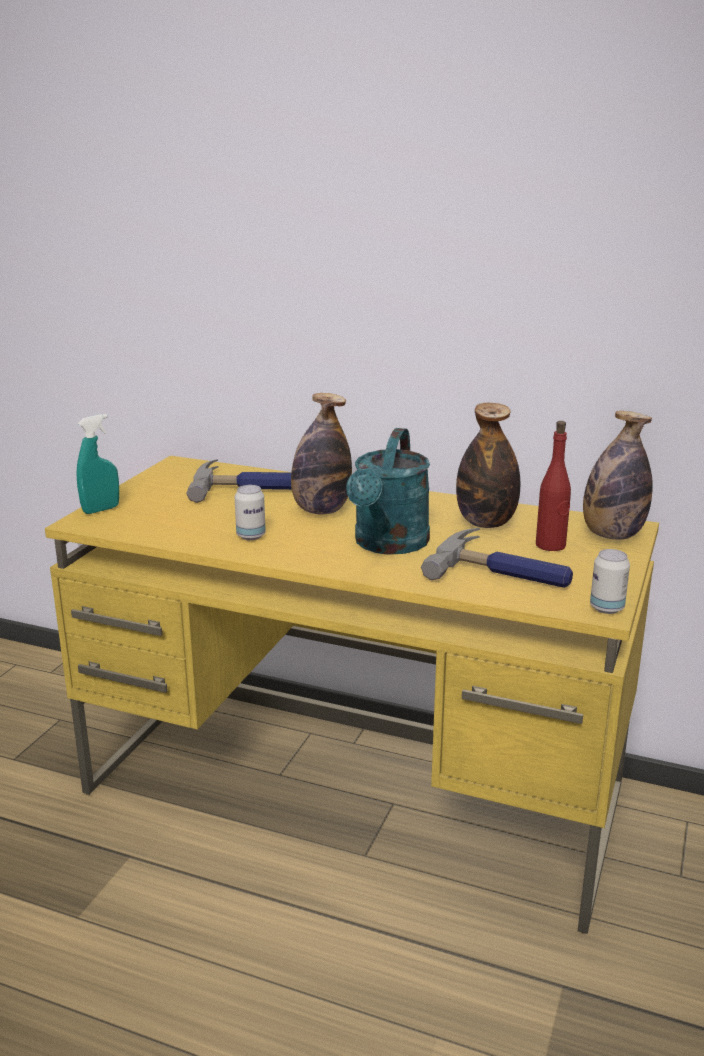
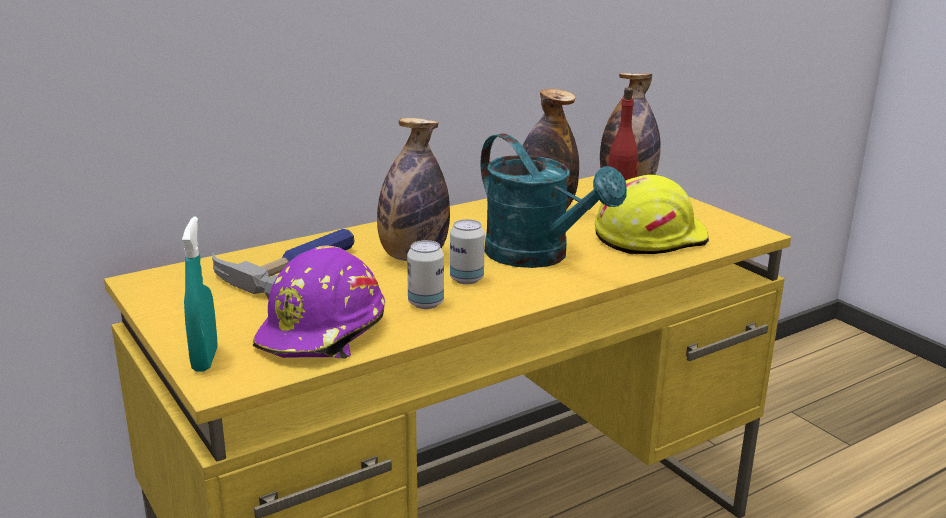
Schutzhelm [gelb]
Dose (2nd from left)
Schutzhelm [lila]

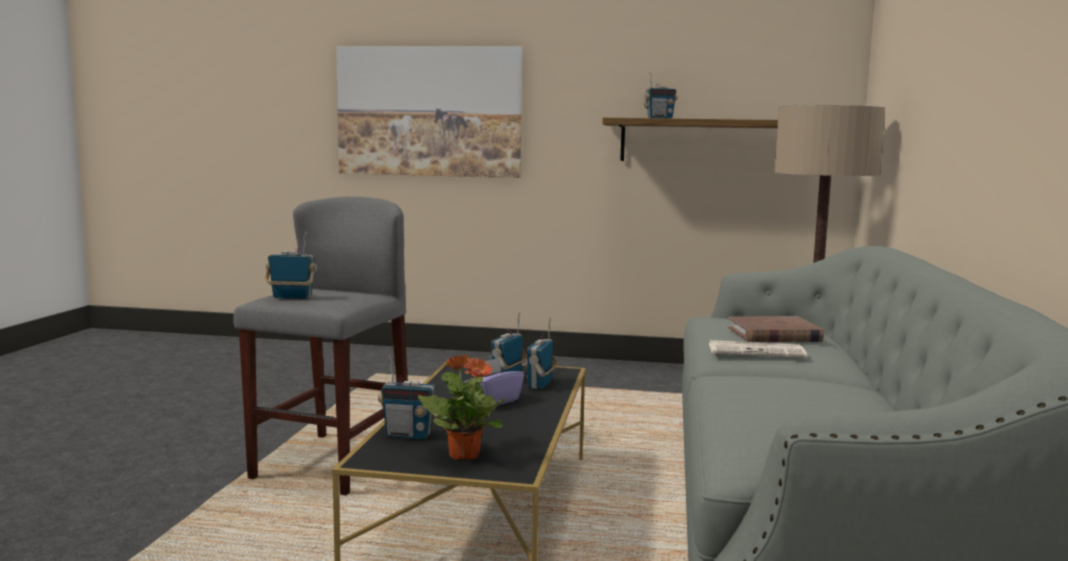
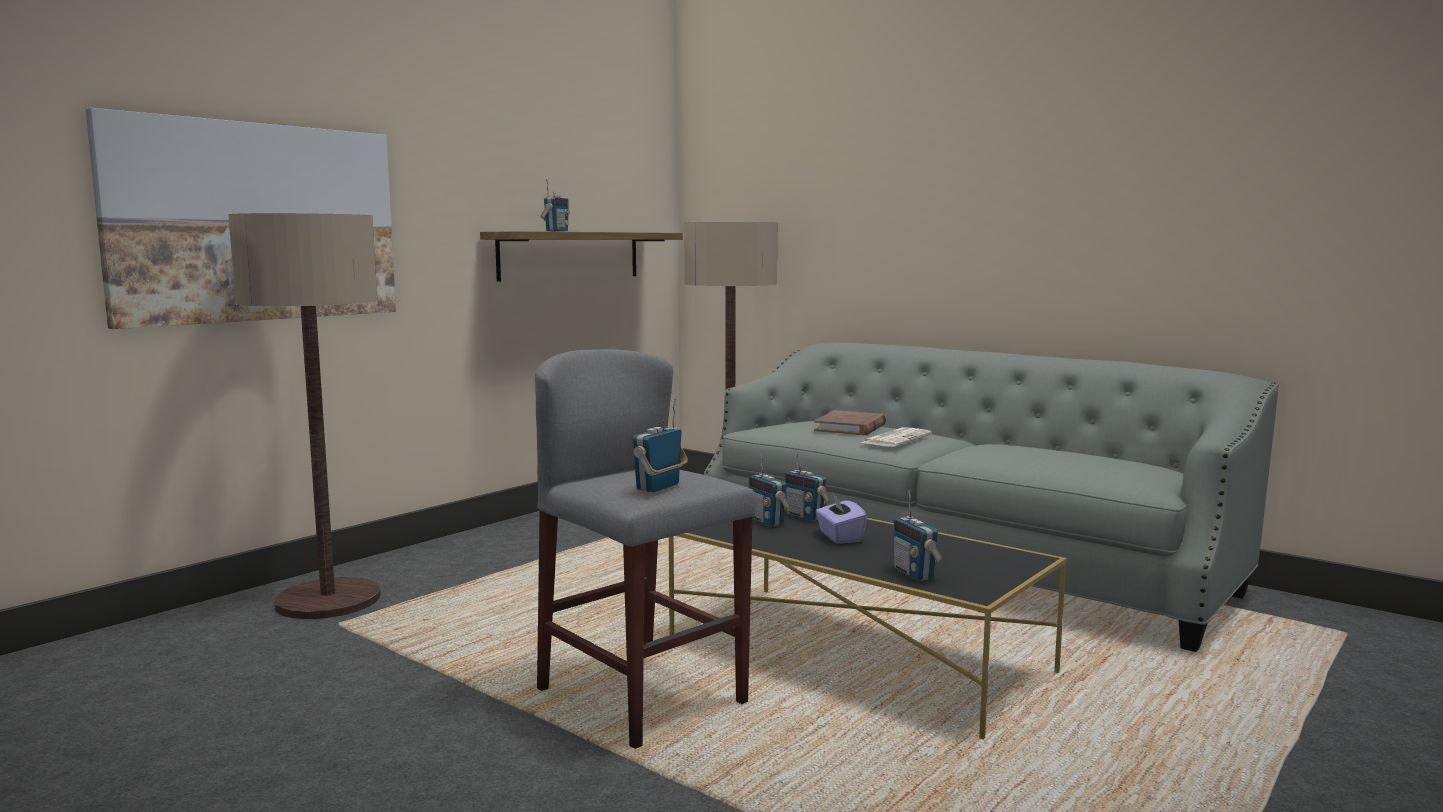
Topfpflanze
Radio (5th from left)
Stehlampe (1st from left)

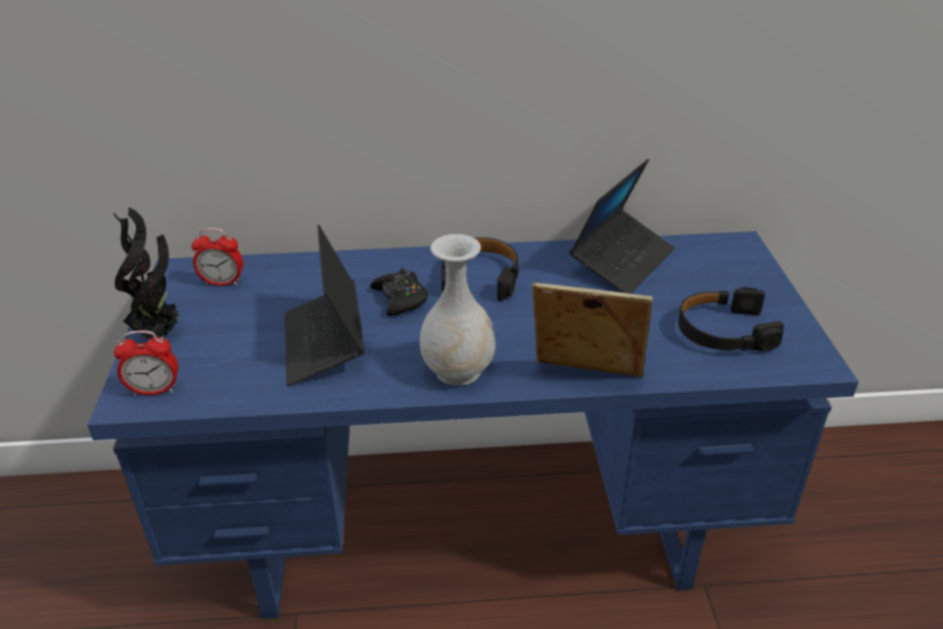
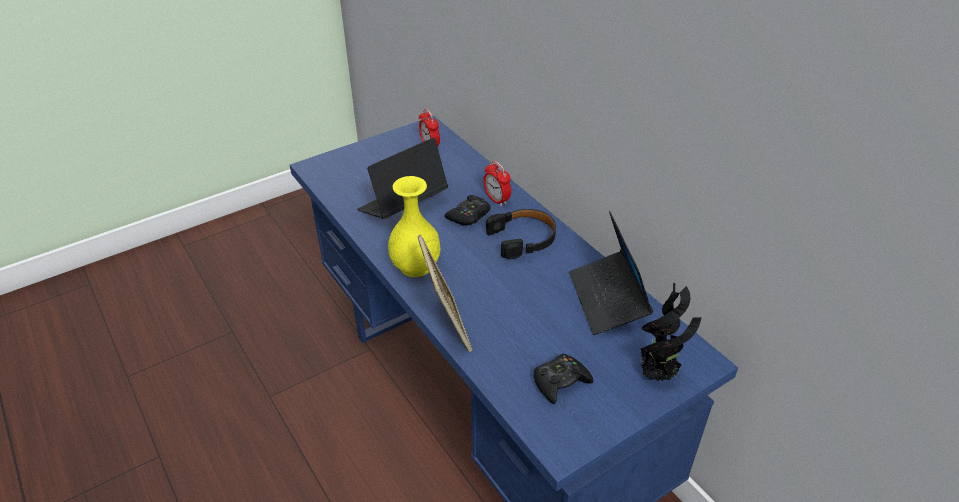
Laptop (2nd from left)
Topfpflanze
Vase [gelb]
Gamepad [schwarz] (2nd from left)
Wecker (2nd from left)

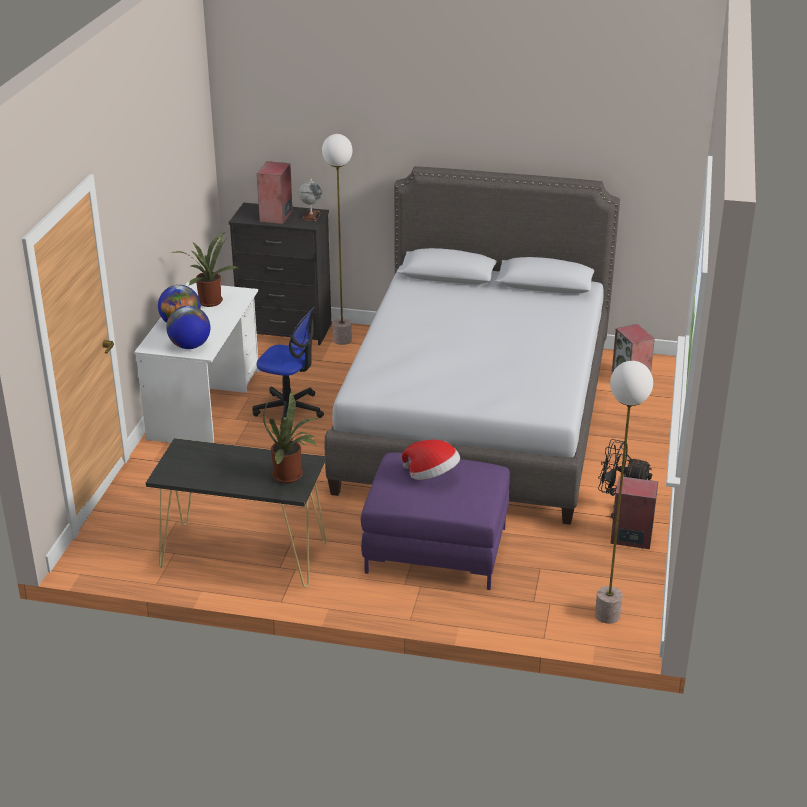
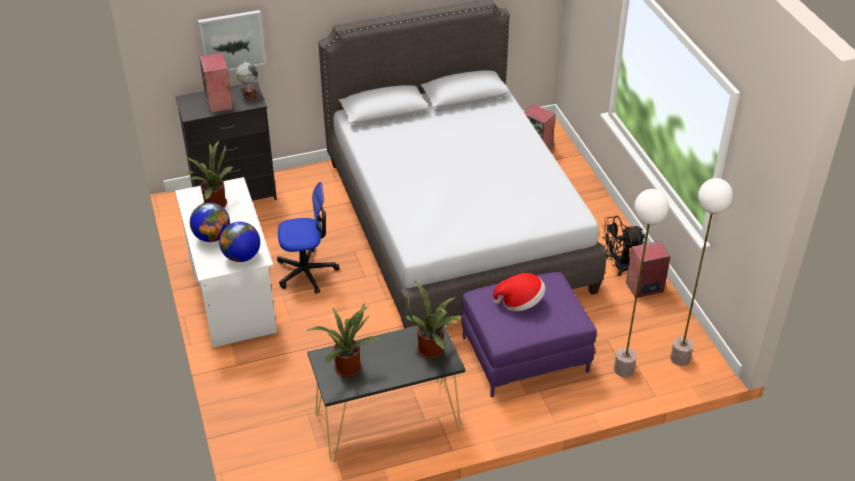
Stehlampe (1st from left)
Bild
Topfpflanze (2nd from left)

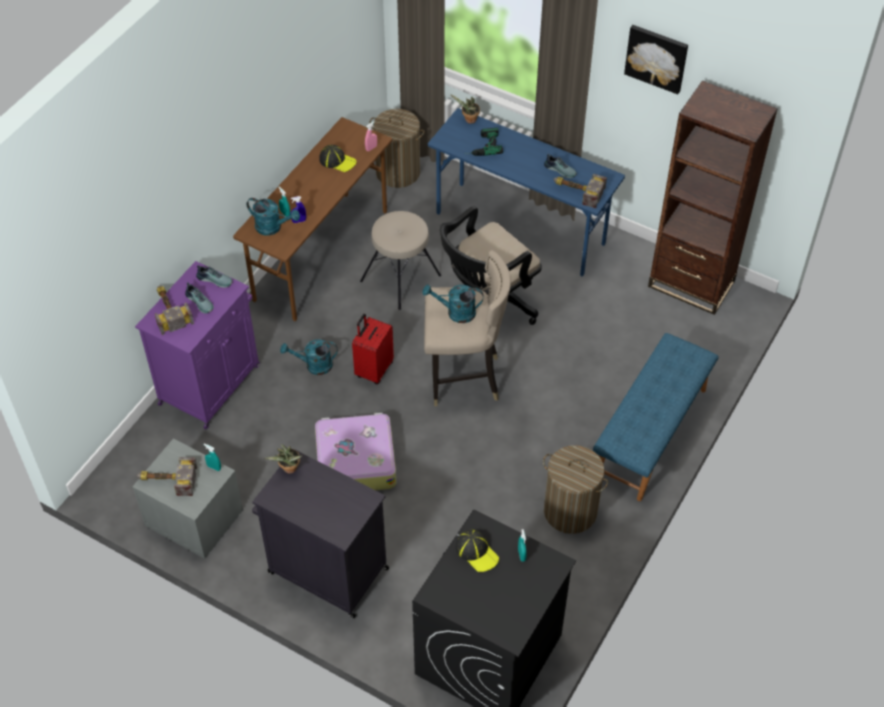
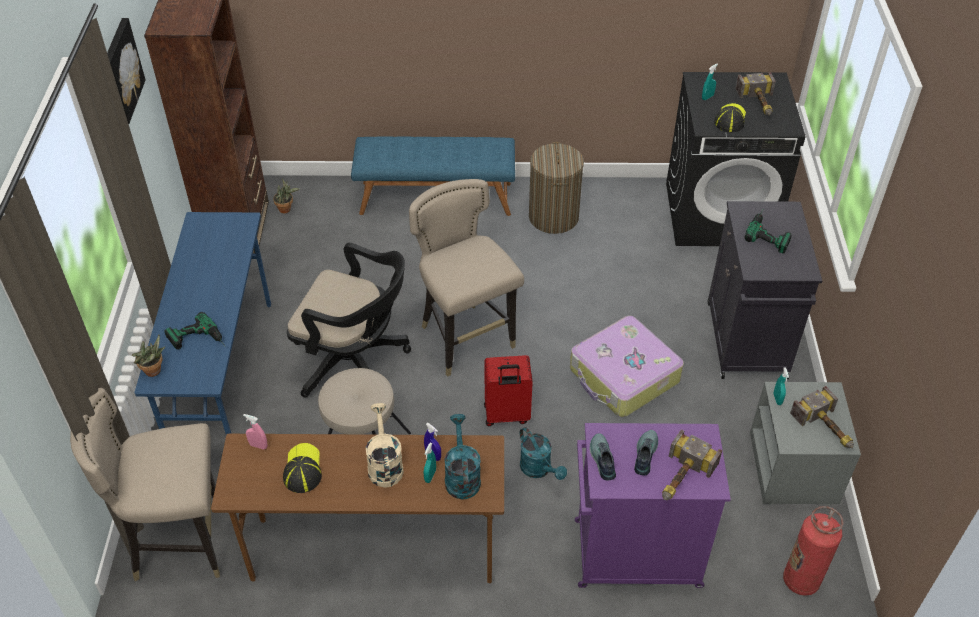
Hocker [beige] (1st from left)
Schuh (3rd from left in the first image)
Hammer (2nd from left)
Gießkanne [türkis] (3rd from left in the first image)
Topfpflanze (2nd from left)
Bohrmaschine (2nd from left)
Gießkanne [beige]
Feuerlöscher

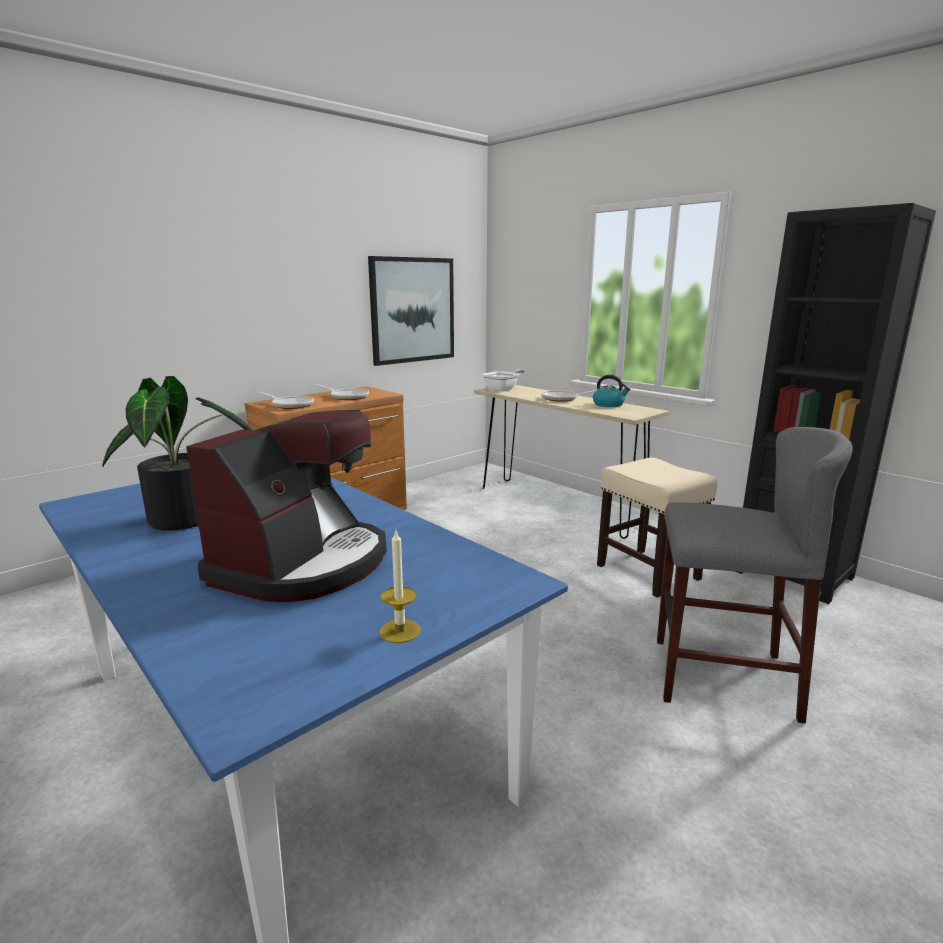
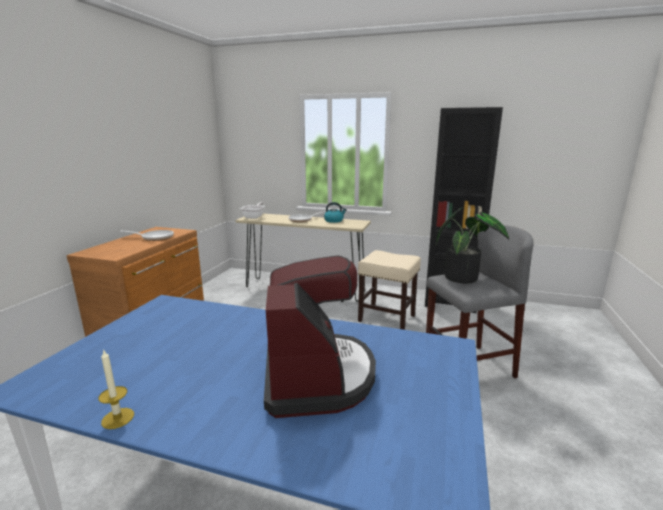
Bild
Topfpflanze
Pfanne (1st from left in the first image)
Kerze

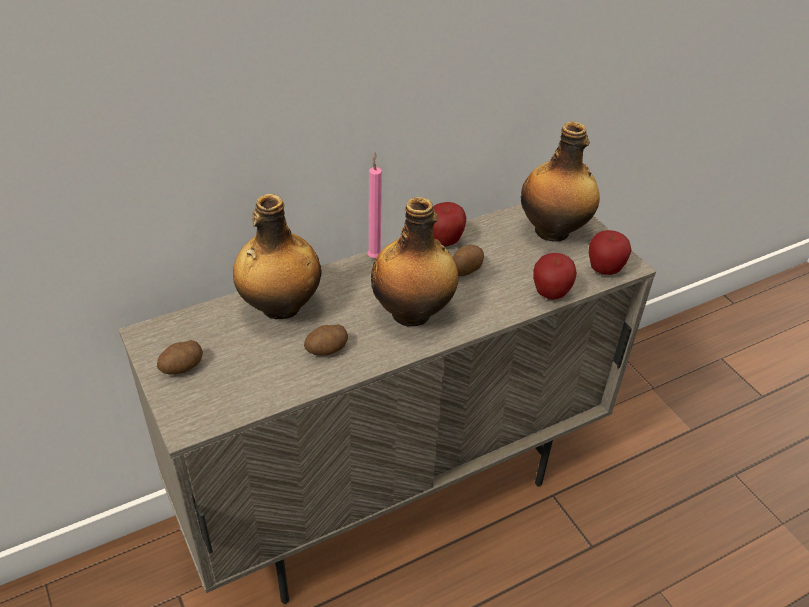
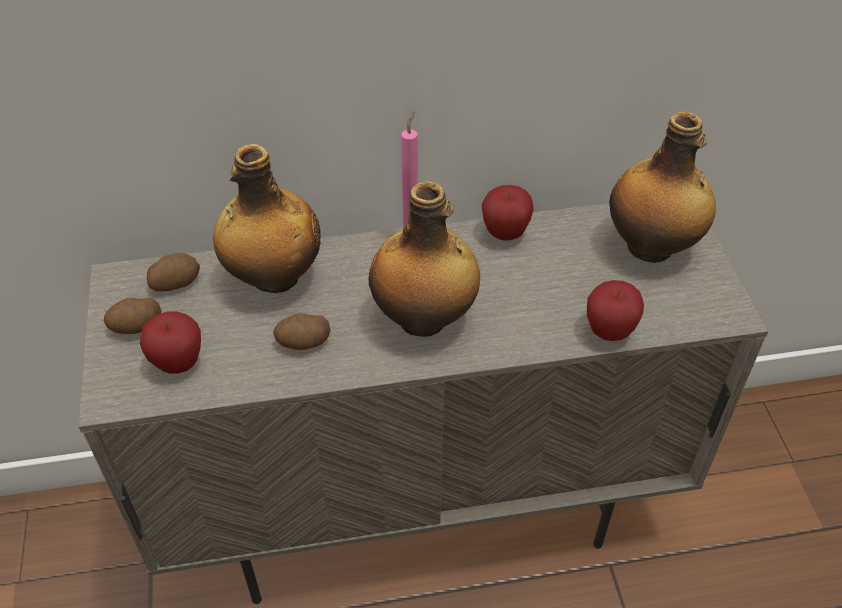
Apfel (1st from left)
Kartoffel (2nd from left)

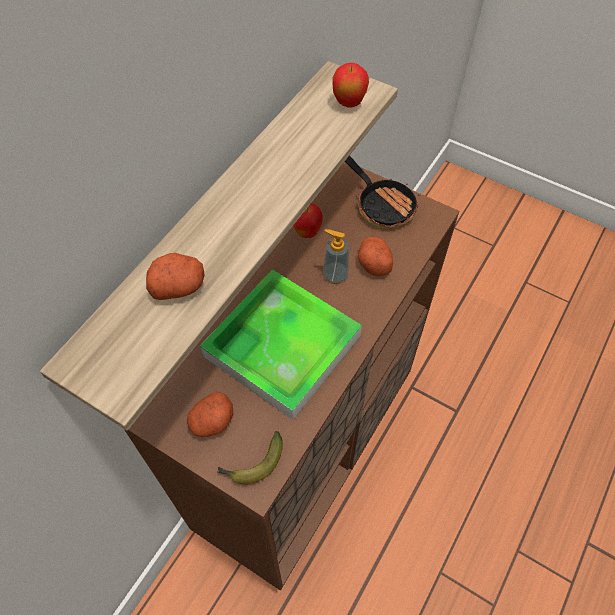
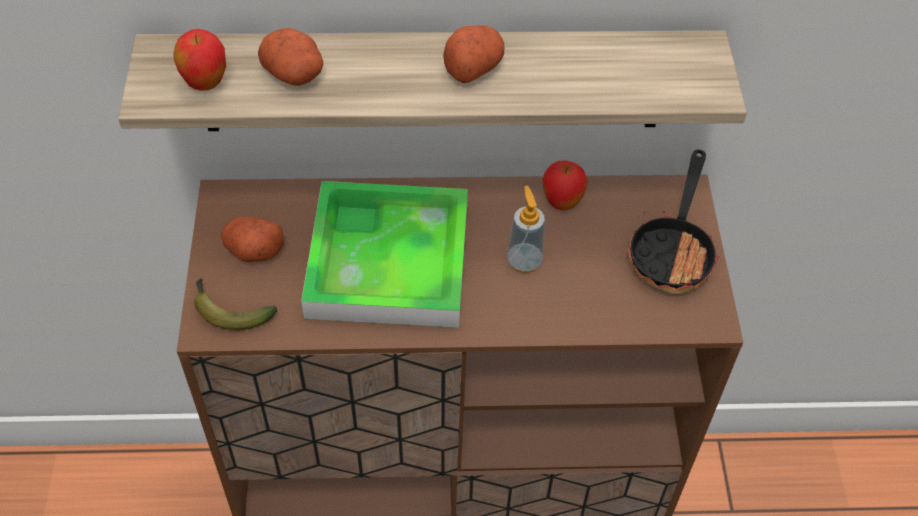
Apfel (1st from left)
Kartoffel (3rd from left)

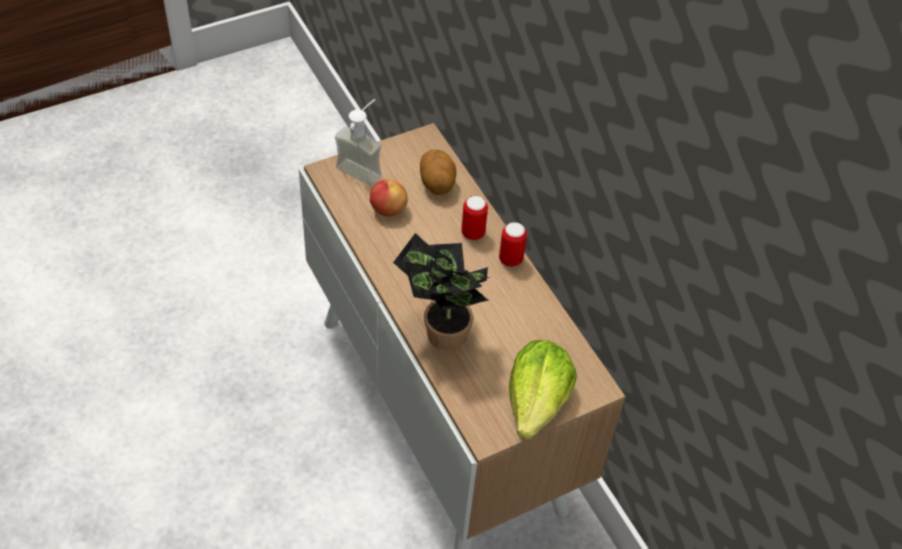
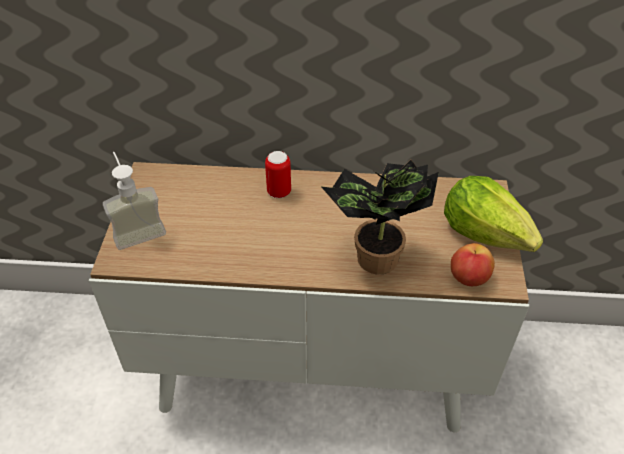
Kartoffel
Apfel
Dose (2nd from left in the first image)

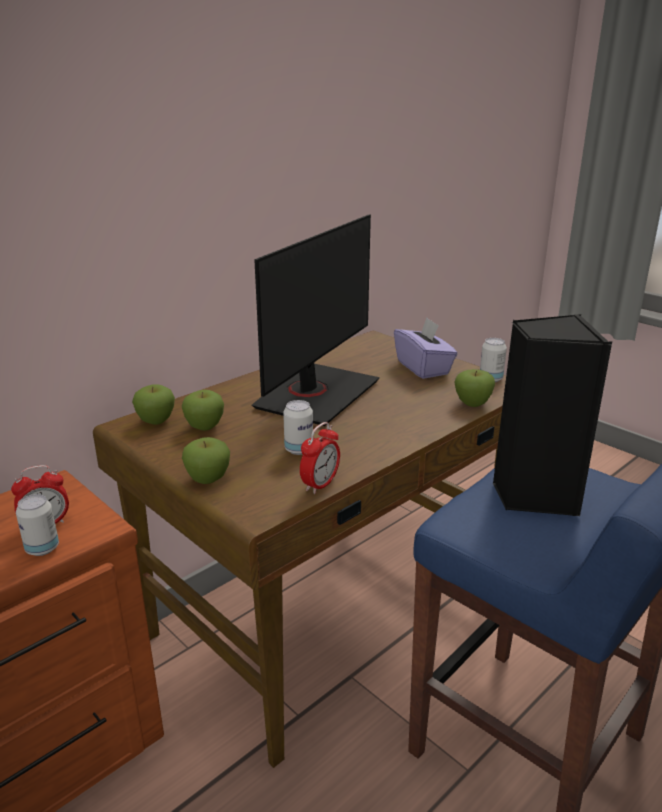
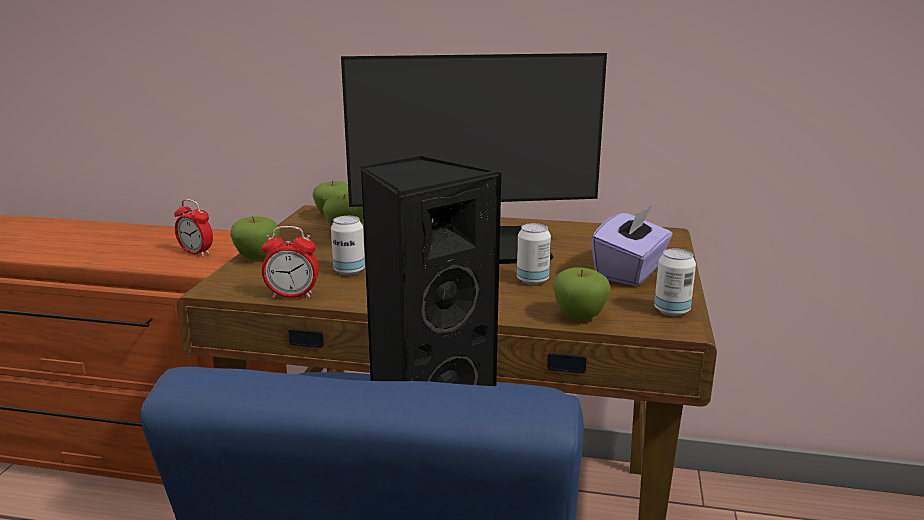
Dose (2nd from left)

